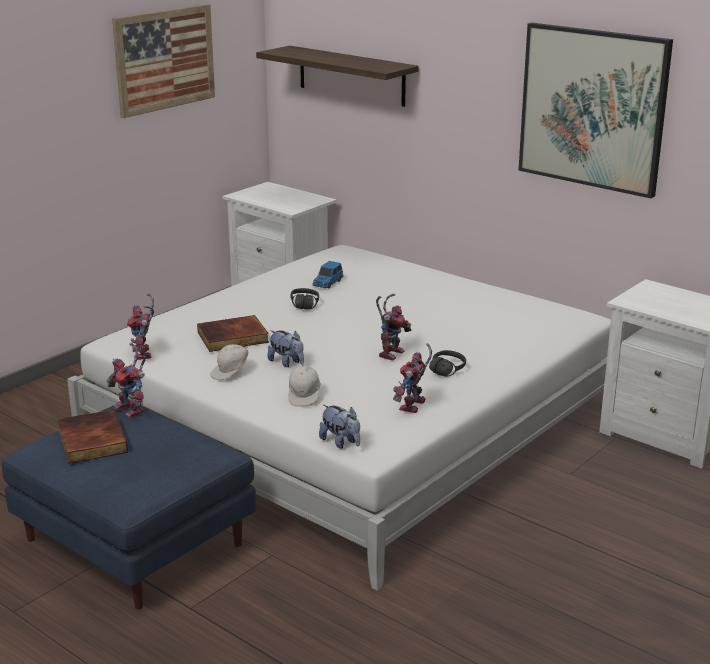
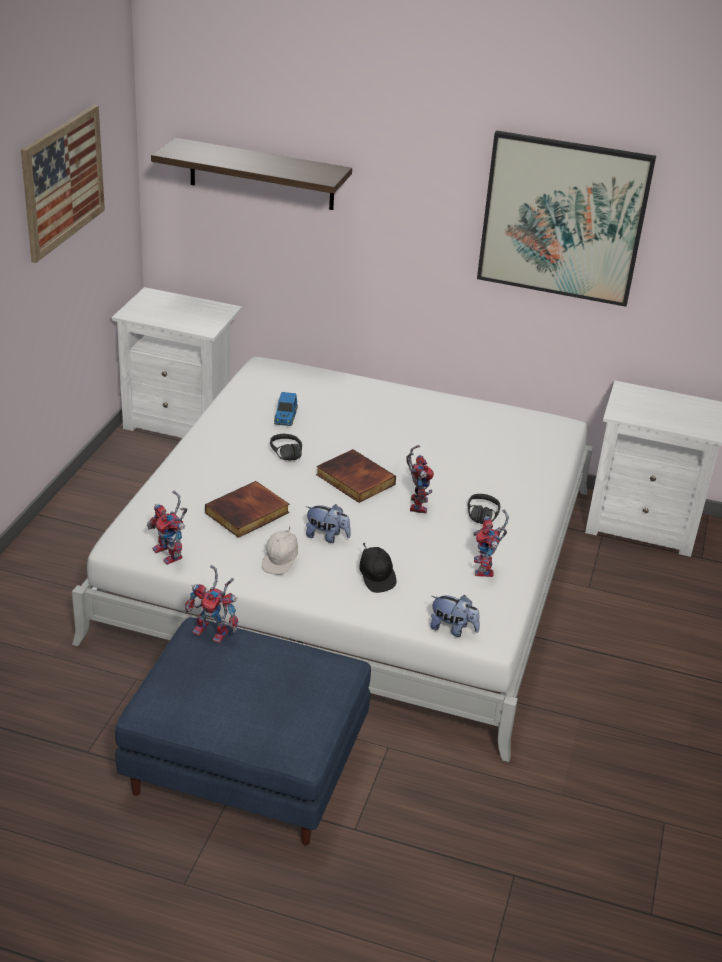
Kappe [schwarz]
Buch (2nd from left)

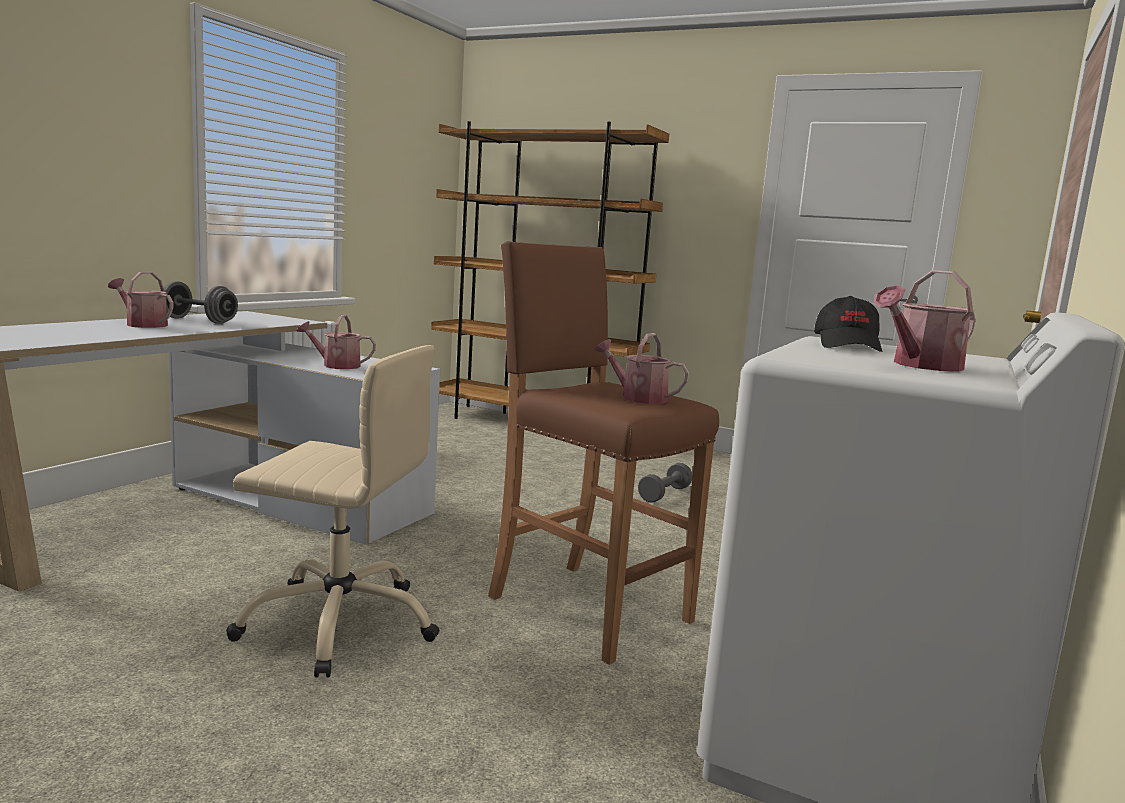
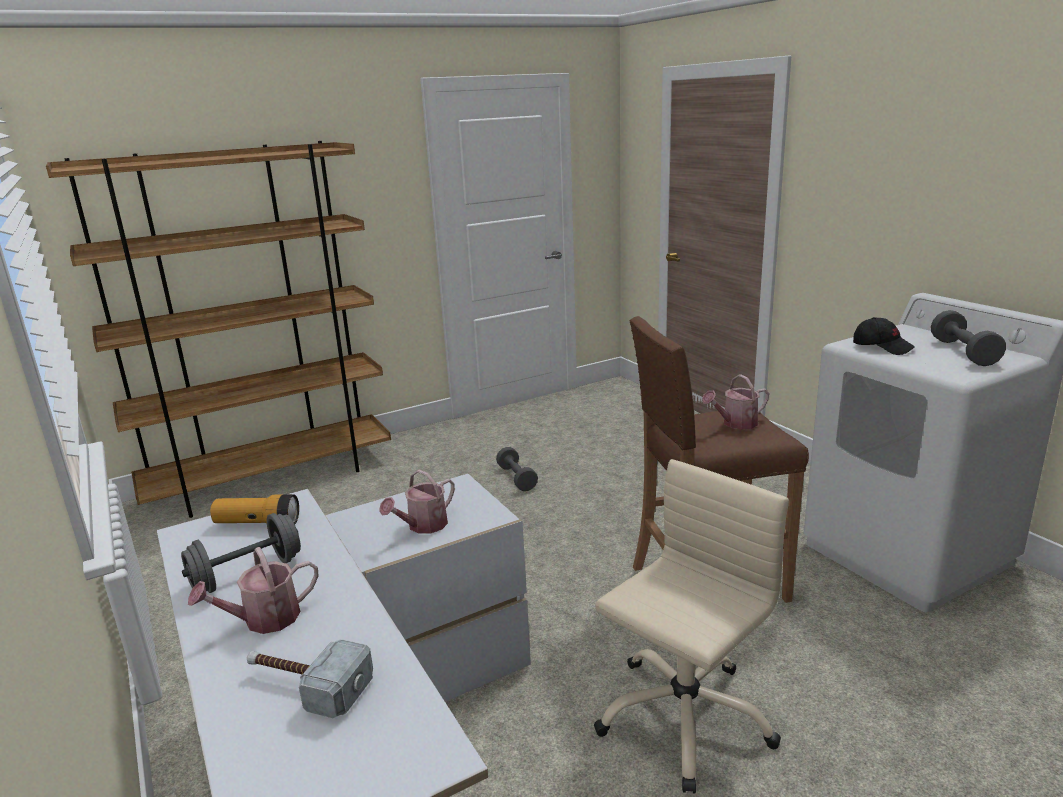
Hantel [grau] (3rd from left)
Taschenlampe
Hammer

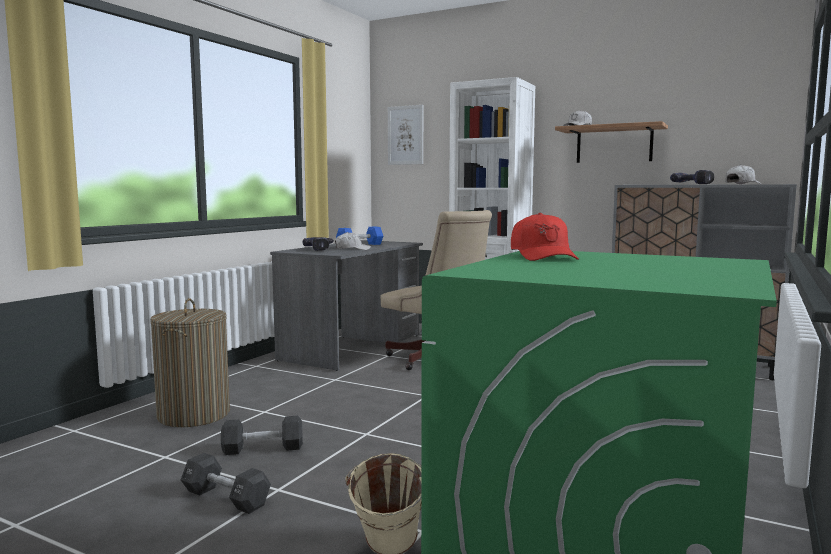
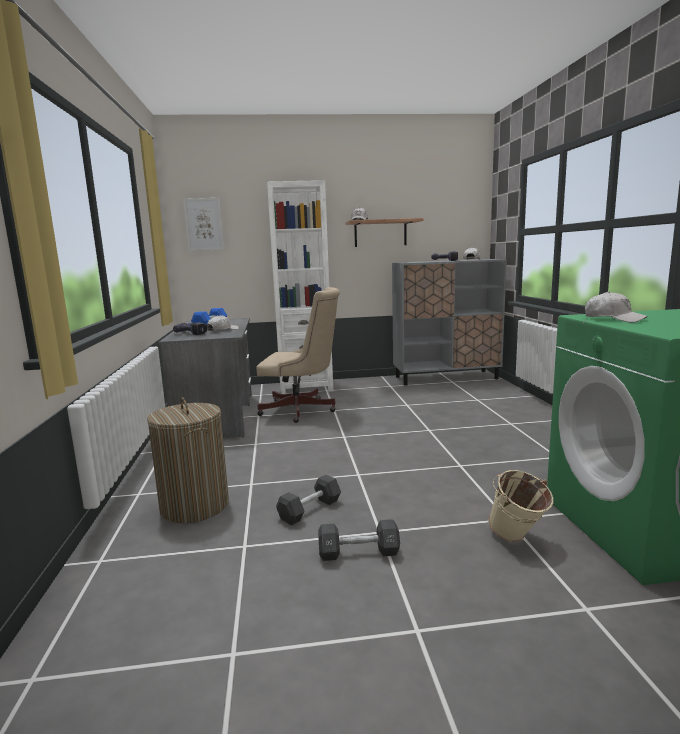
Kappe [weiß] (4th from left)

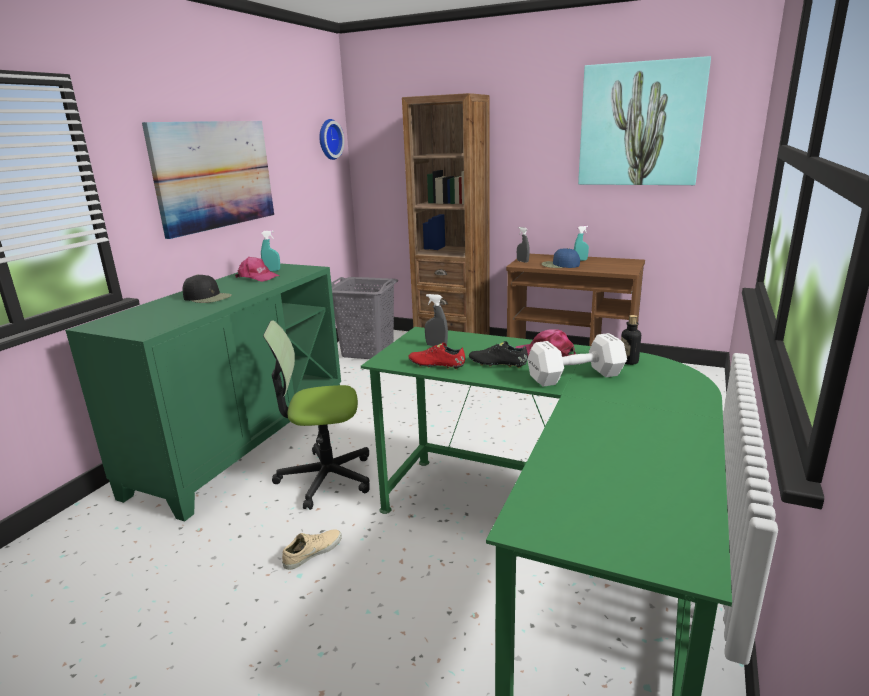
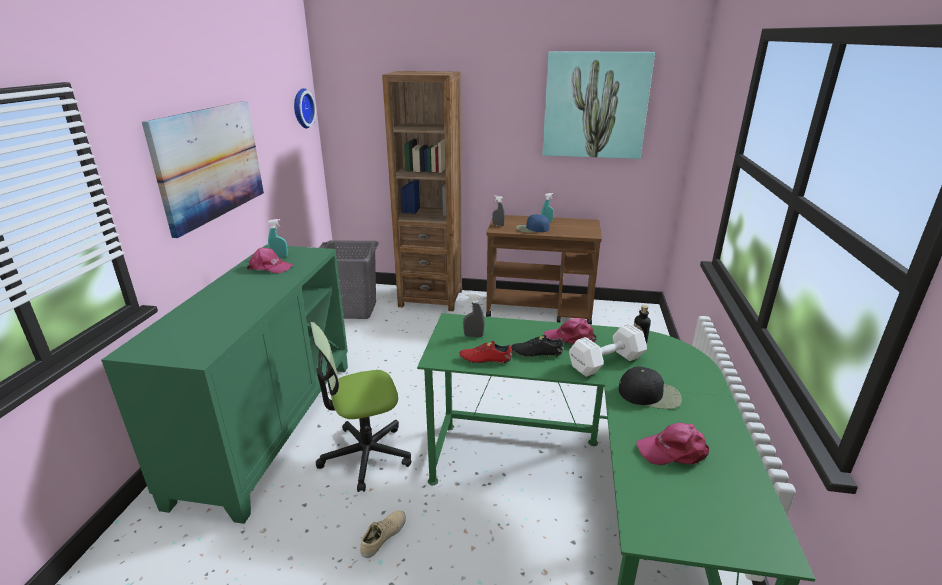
Kappe [schwarz]
Kappe [rosa] (3rd from left)

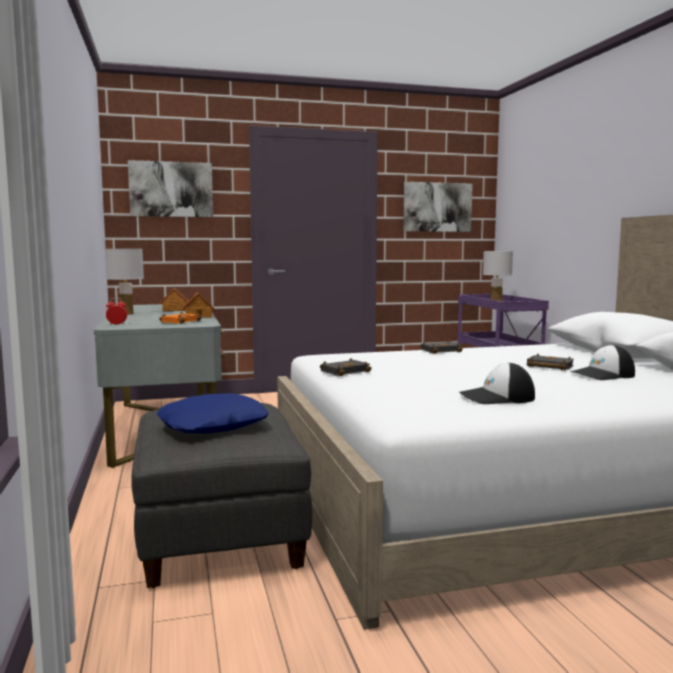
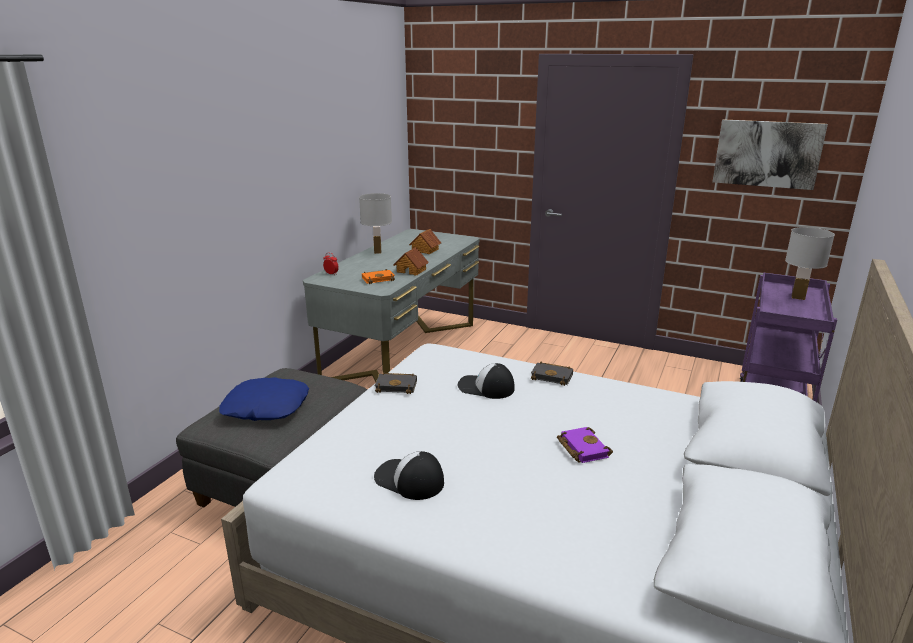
Bild (1st from left in the first image)
Kappe (2nd from left)
Buch [lila]

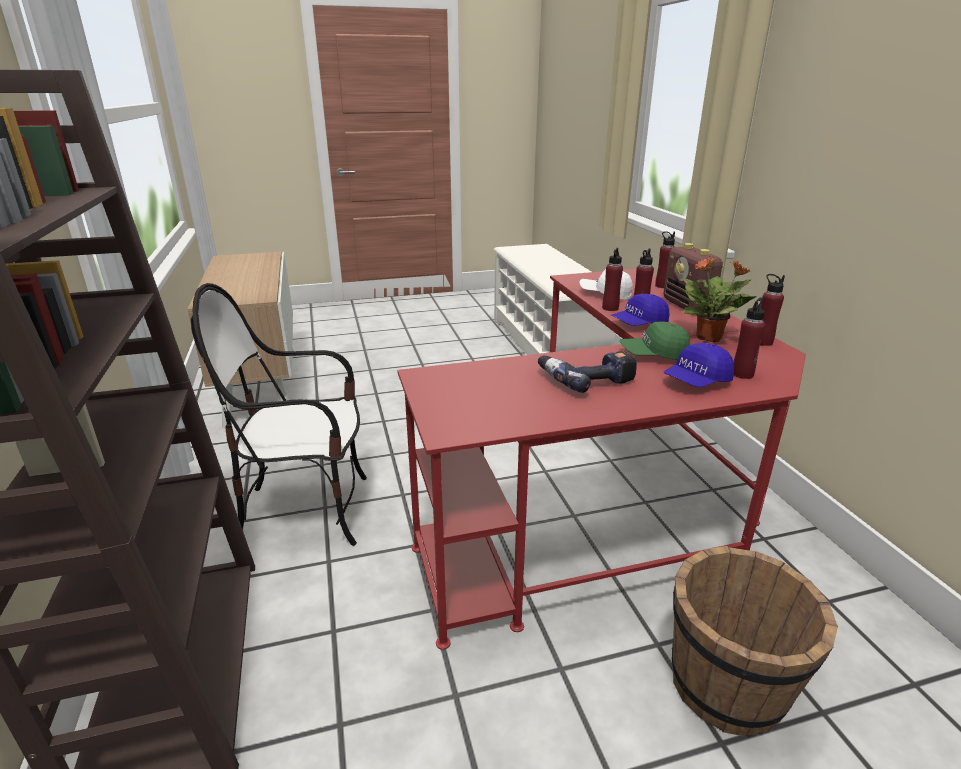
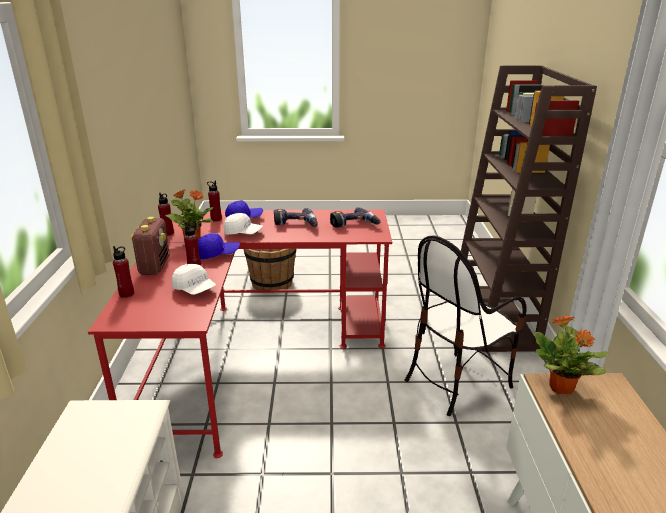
Flasche [rot] (1st from left in the first image)
Stuhl
Kappe [weiß] (2nd from left)
Bohrmaschine (2nd from left)
Topfpflanze (2nd from left)

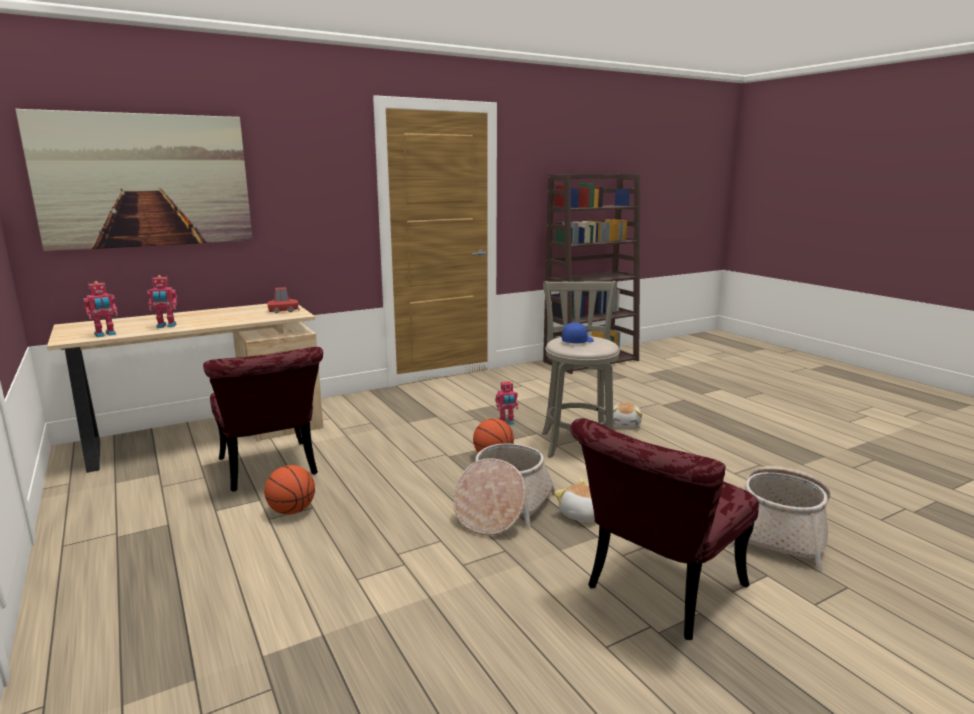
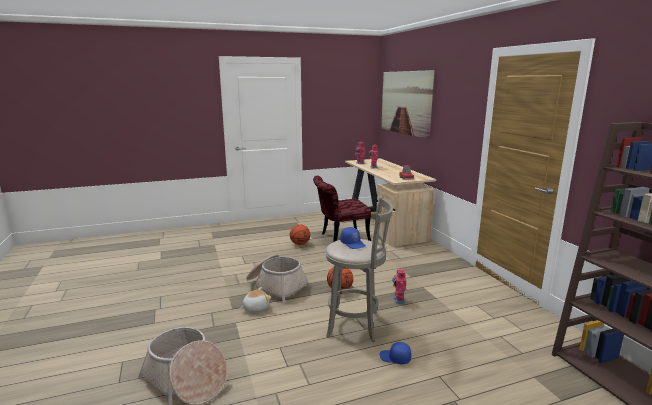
Kappe [blau] (2nd from left)
Stuhl [rot] (2nd from left in the first image)

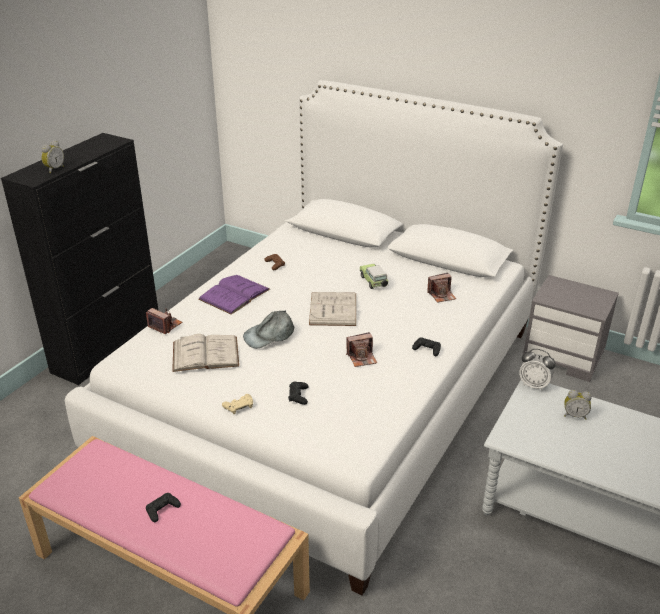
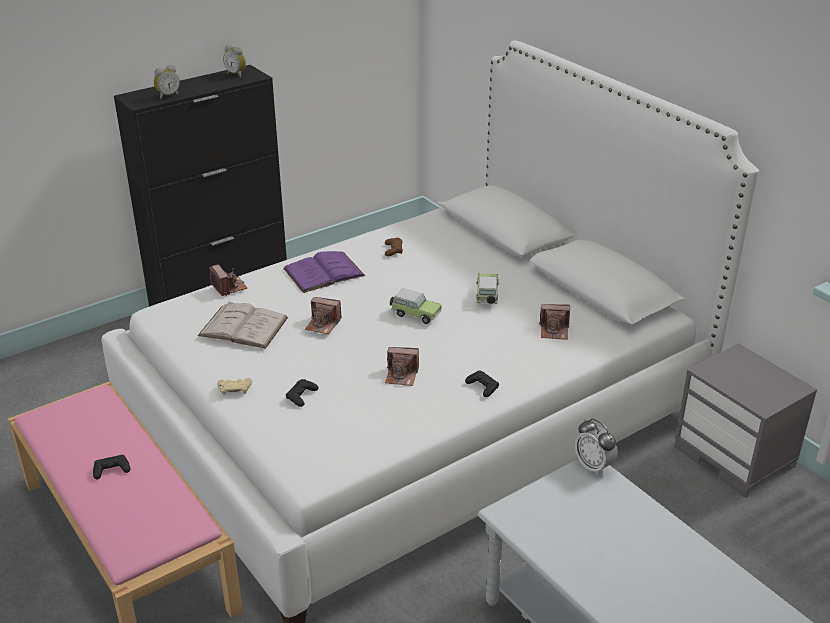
Spielzeugauto (1st from left)
Kamera (2nd from left)
Wecker (2nd from left)

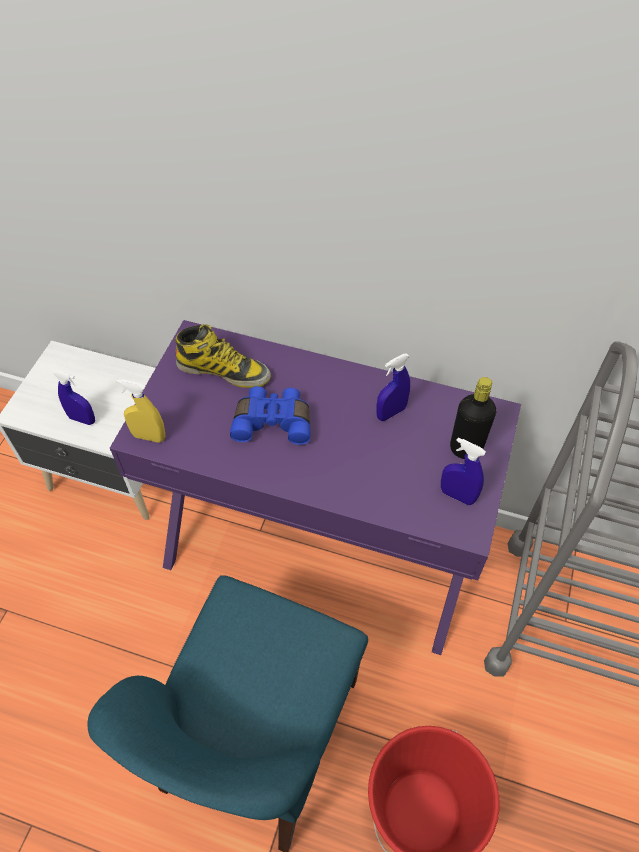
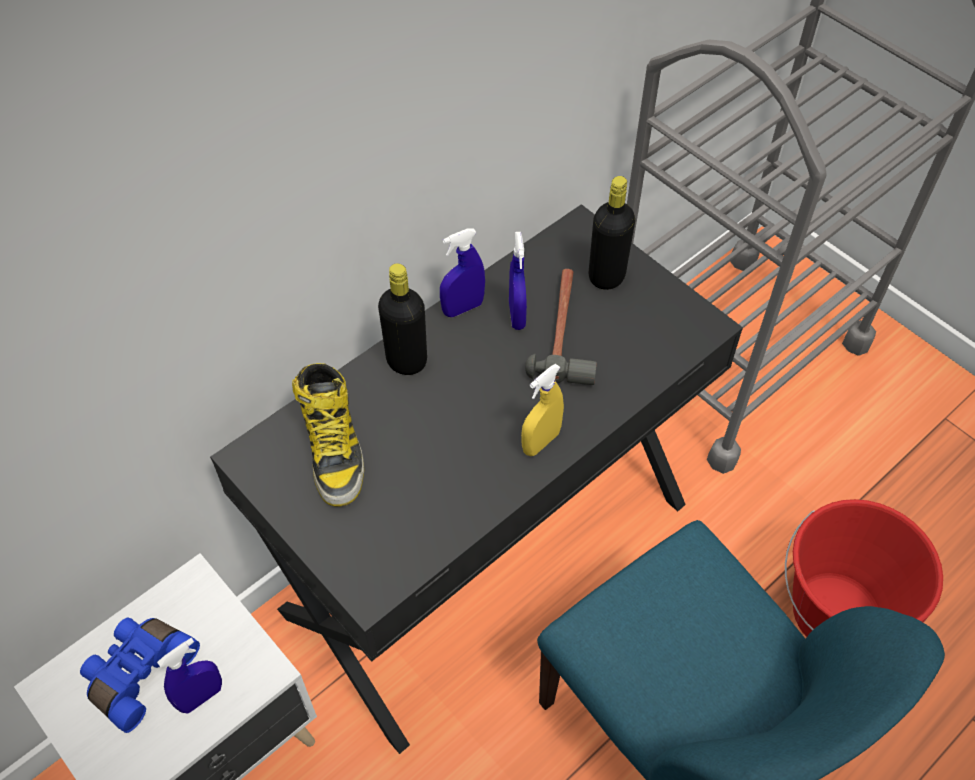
Schreibtisch [schwarz]
Stiefel
Sprühflasche [gelb]
Fernglas [blau]
Sprühflasche [blau] (2nd from left)
Flasche [schwarz] (1st from left)
Hammer

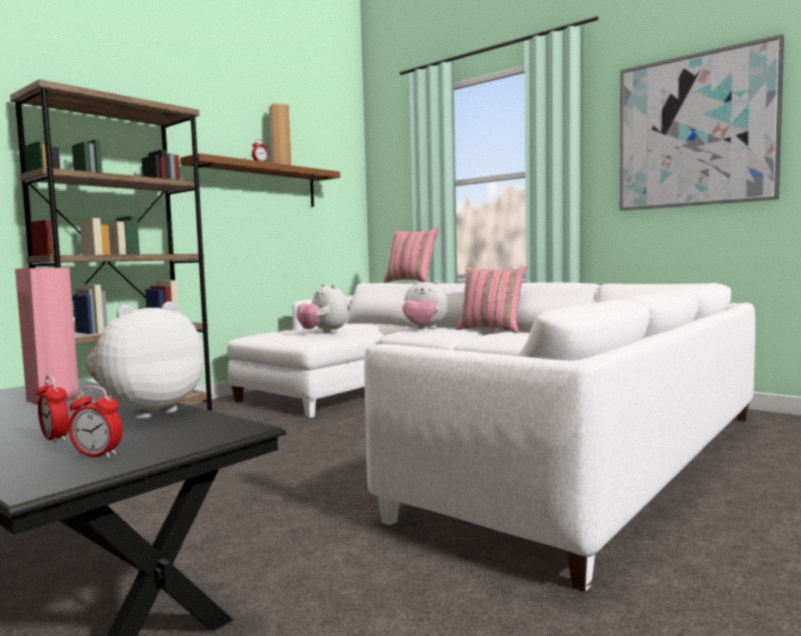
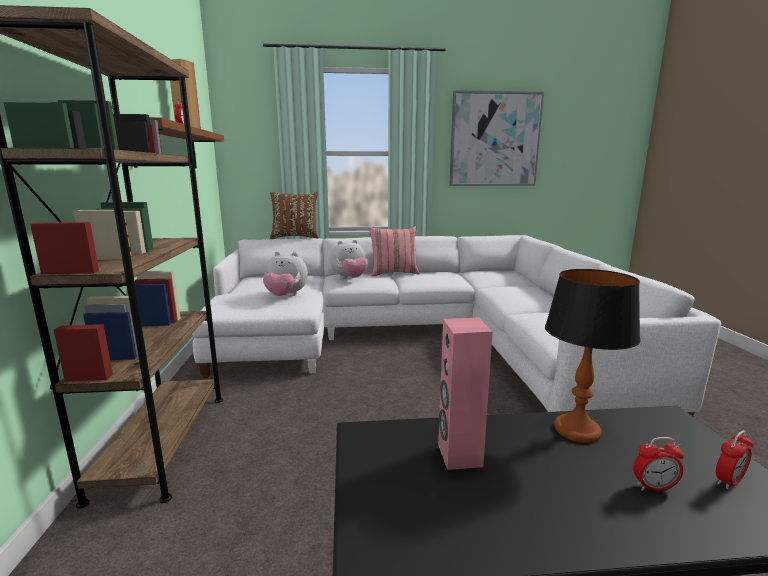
Kissen [braun]
Tischlampe

